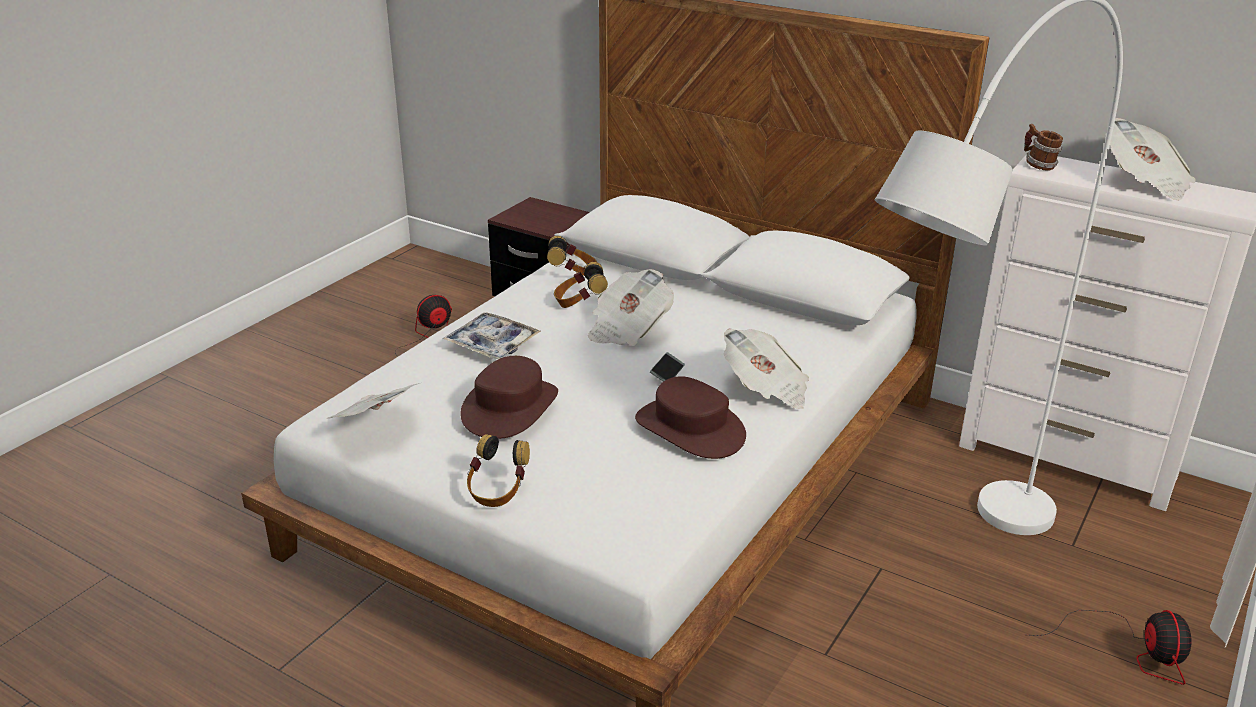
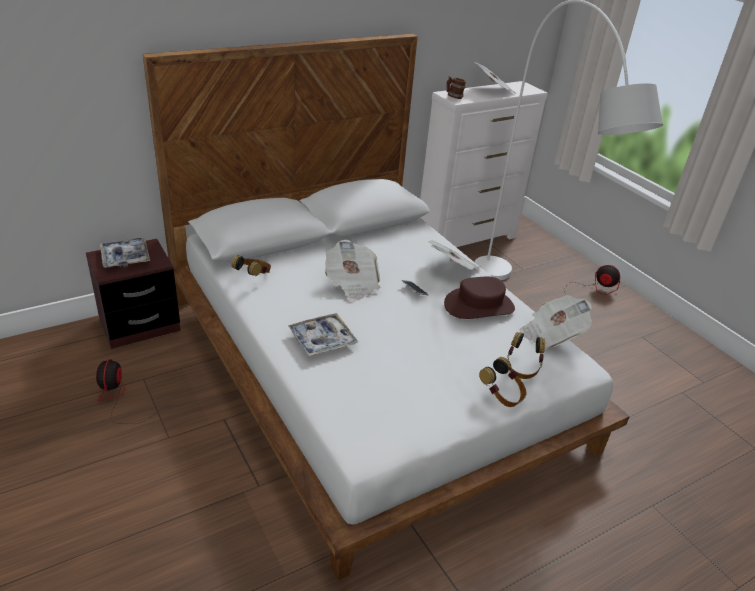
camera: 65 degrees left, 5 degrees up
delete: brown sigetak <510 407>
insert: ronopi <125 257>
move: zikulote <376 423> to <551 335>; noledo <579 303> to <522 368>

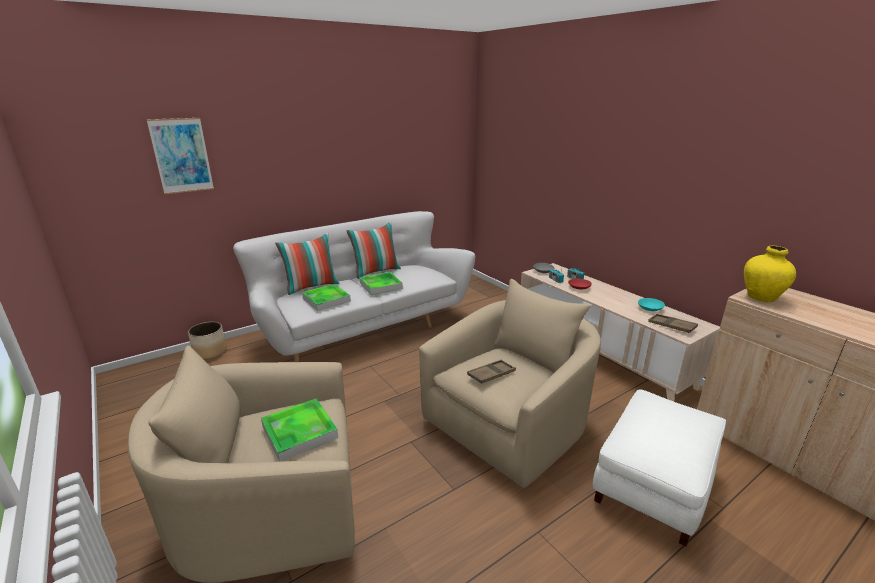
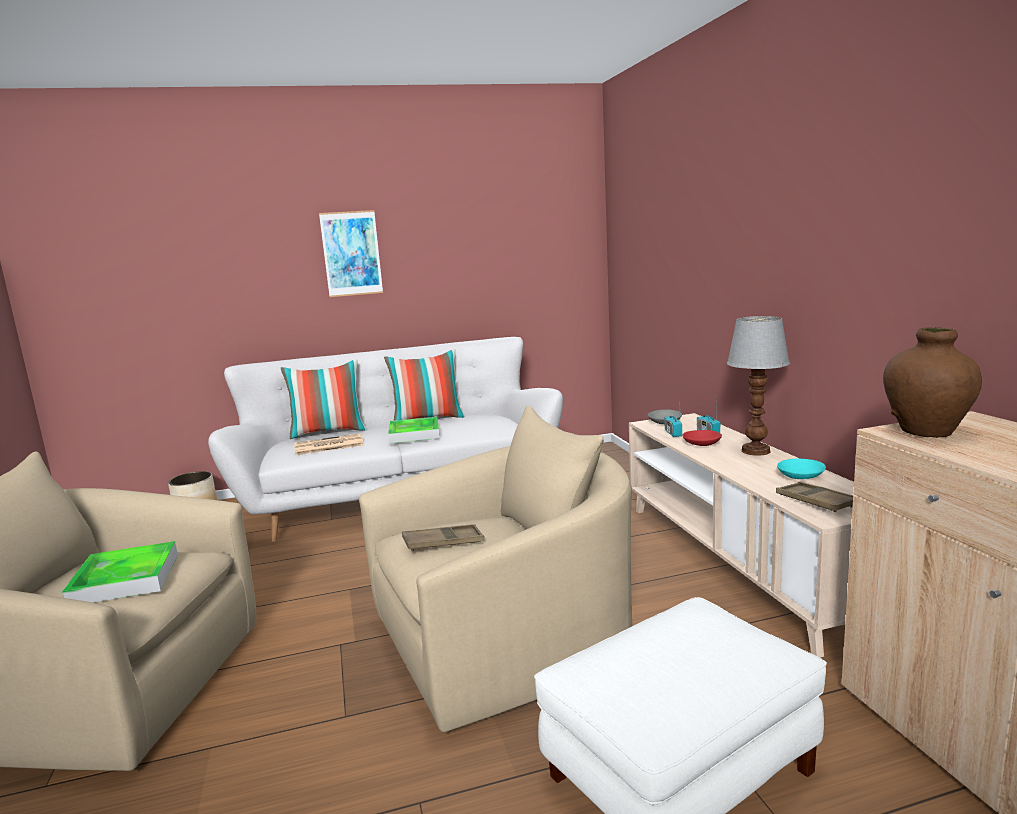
camera: 20 degrees right, 10 degrees down
insert: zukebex <755 451>
move: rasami <181 156> to <351 253>
replace: ronopi <326 300> to zikulote <328 446>
recolor: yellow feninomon <761 298> to brown feninomon <926 432>

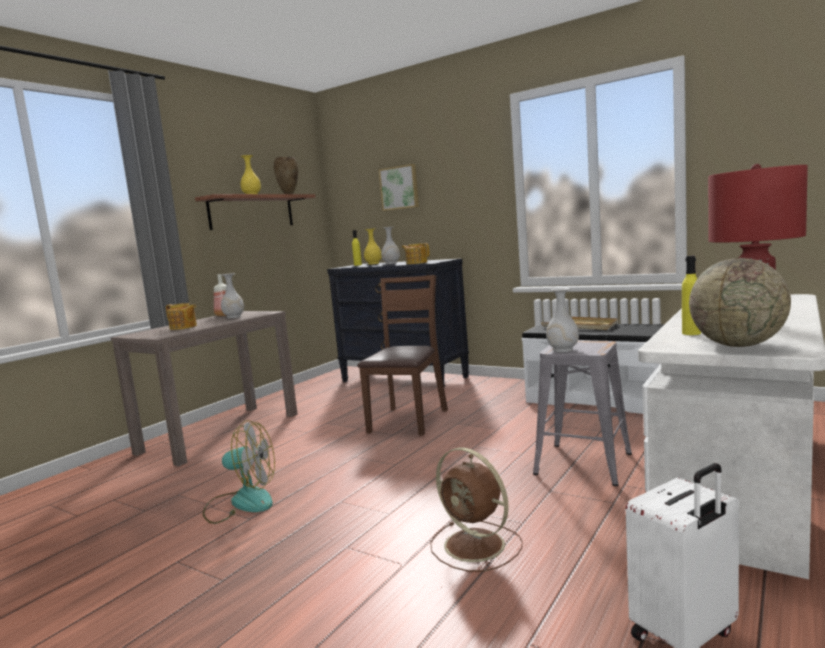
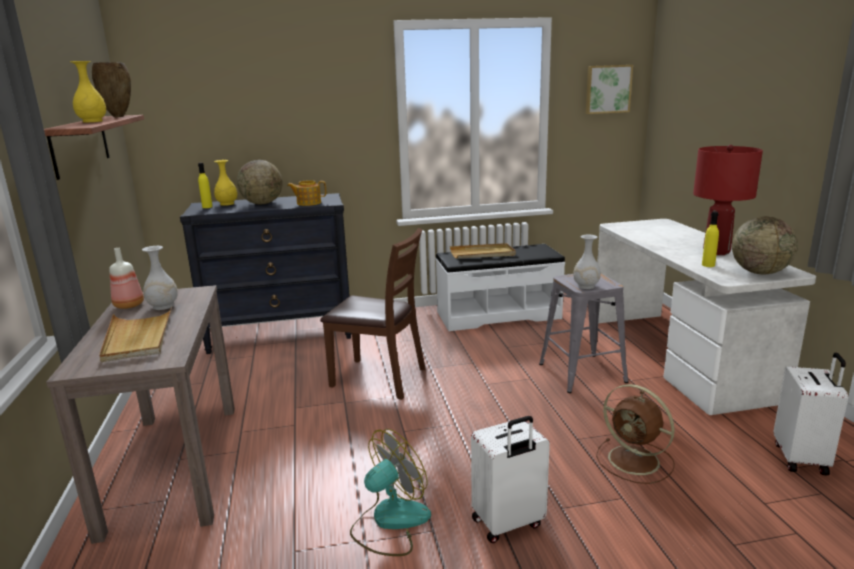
camera: 45 degrees left, 10 degrees up
insert: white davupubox <508 523>
move: rasami <399 188> to <607 89>
replace: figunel <183 327> to beige ronopi <138 337>; white feninomon <391 263> to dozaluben <262 203>
rotate: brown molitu <408 420> = <379 378> 135 degrees clockwise; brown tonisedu <476 546> = <635 461> 45 degrees clockwise

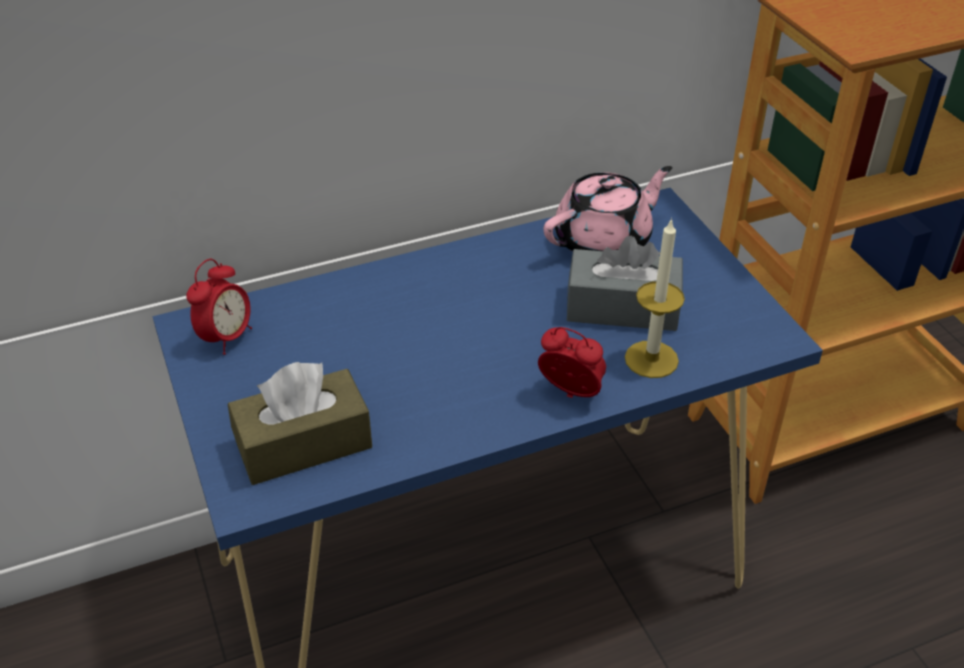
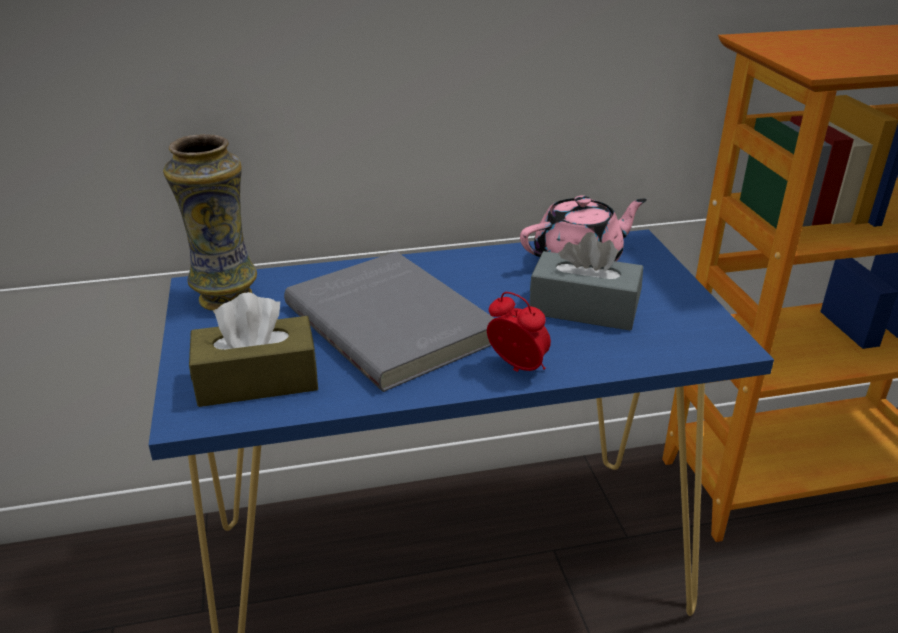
camera: 10 degrees right, 10 degrees down
delete: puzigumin <651 359>
insert: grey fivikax <393 322>
replace: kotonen <226 338> to feninomon <225 297>

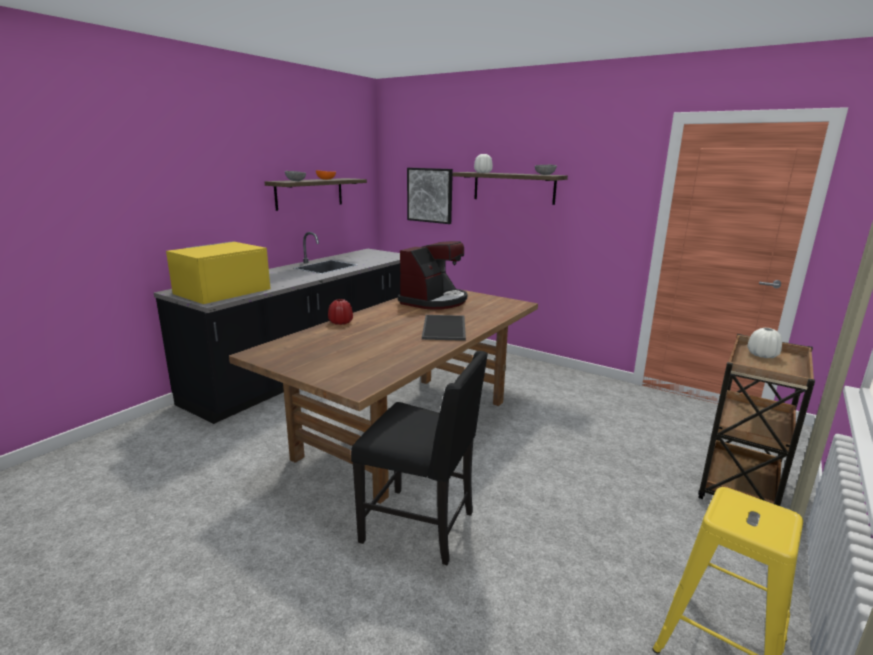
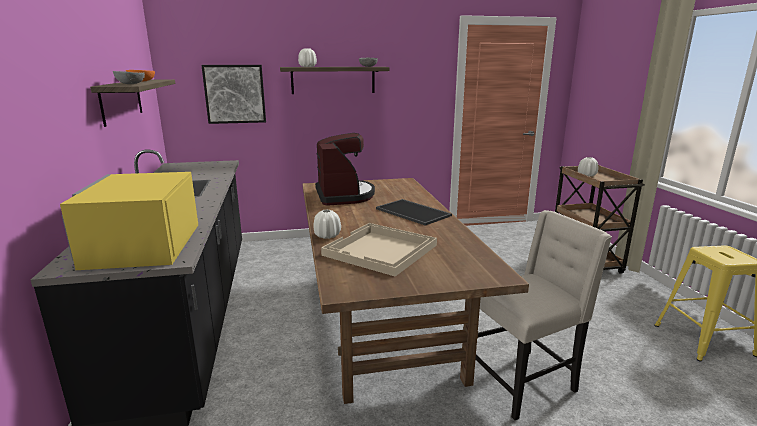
camera: 45 degrees left, 0 degrees up
insert: beige ronopi <380 250>
recolor: red feninomon <340 322> to white feninomon <327 236>; black molitu <421 526> to beige molitu <522 380>

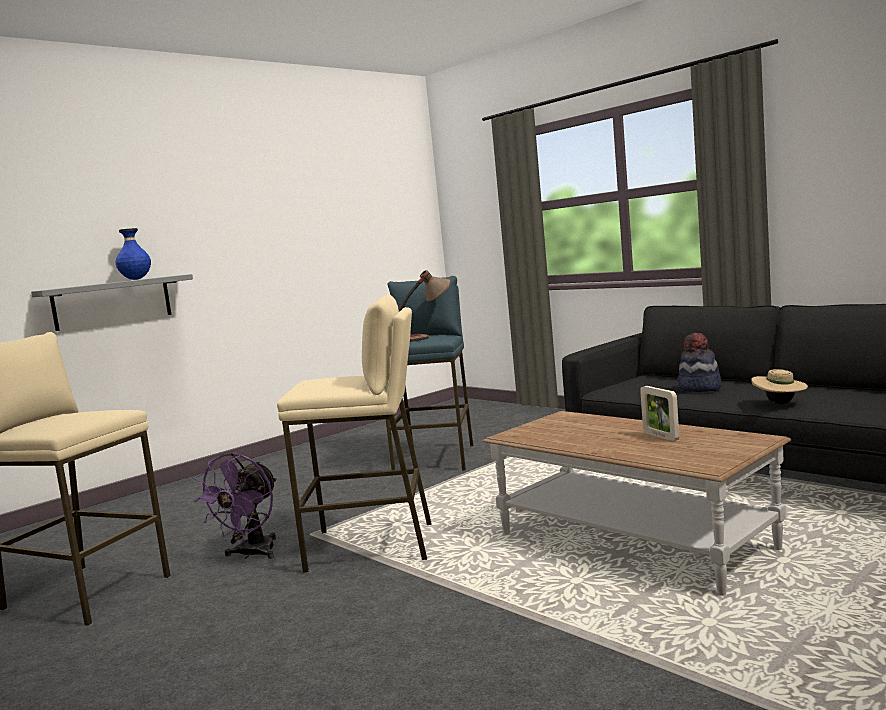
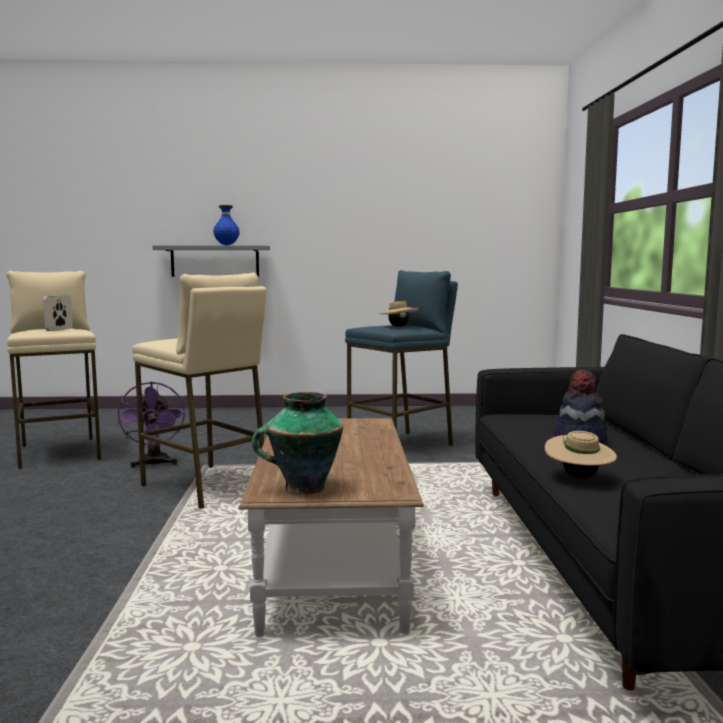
camera: 40 degrees right, 0 degrees up
insert: feninomon <303 488>
move: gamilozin <660 436> to <59 329>
replace: zukebex <427 337> to beige sigetak <399 326>
rotate: purple tonisedu <251 554> = <154 464> 75 degrees counterclockwise

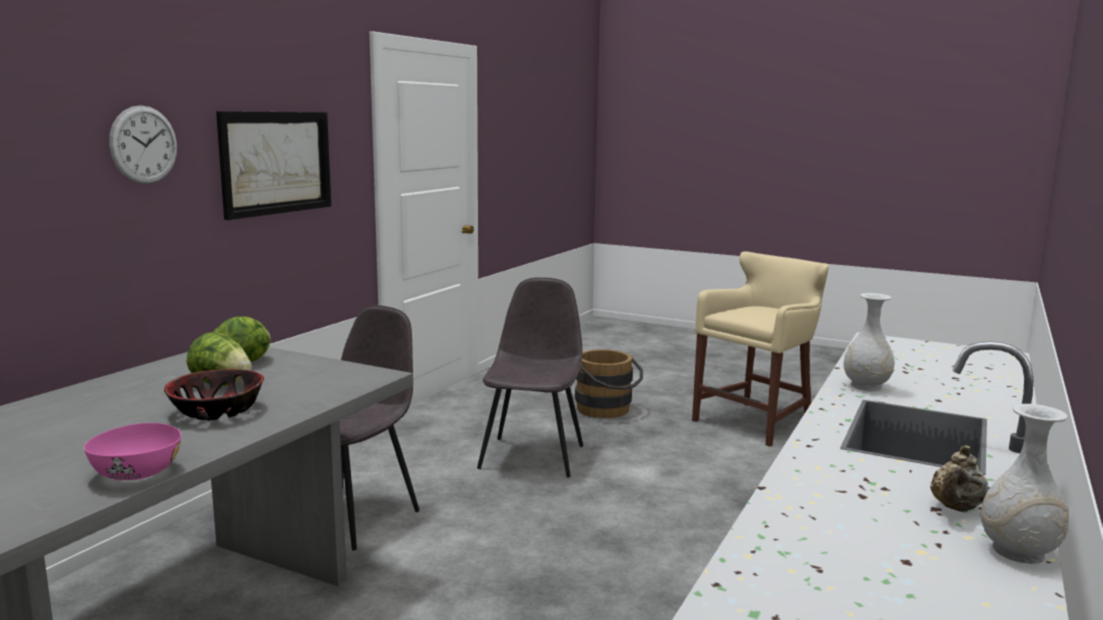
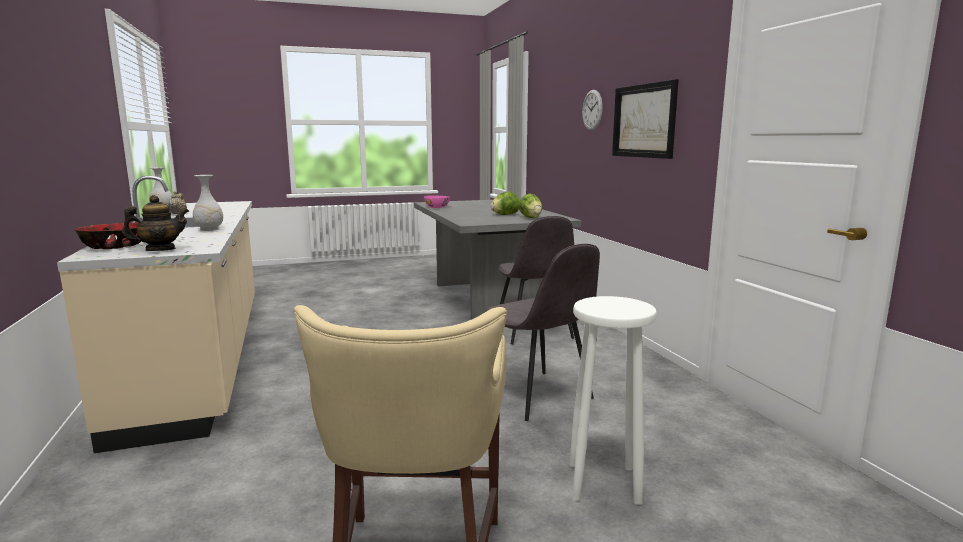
camera: 135 degrees right, 0 degrees up
insert: figunel <160 250>
move: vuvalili <217 411> to <114 246>
replace: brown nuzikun <607 410> to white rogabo <604 482>

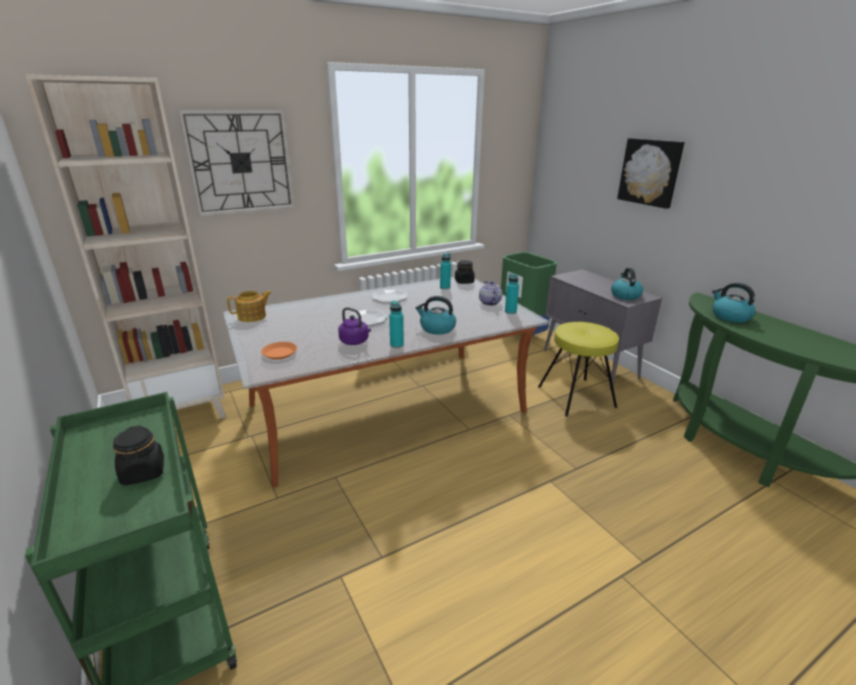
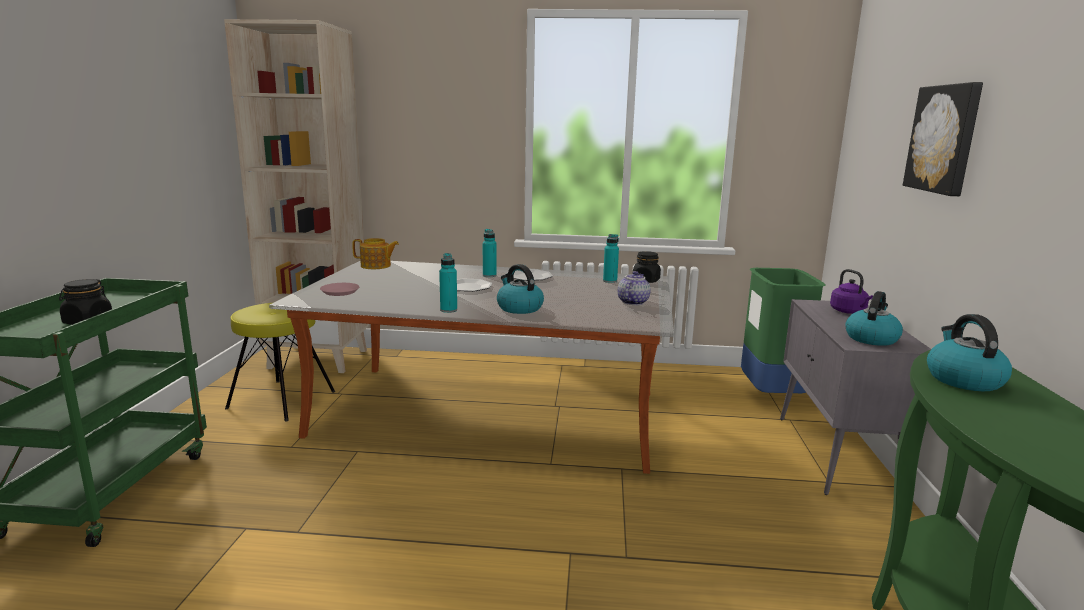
camera: 35 degrees right, 10 degrees down
delete: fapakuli <240 162>
move: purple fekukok <355 342> to <849 312>; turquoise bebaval <510 312> to <489 275>; yellow rogabo <575 396> to <281 399>
recolor: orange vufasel <279 353> to pink vufasel <340 292>

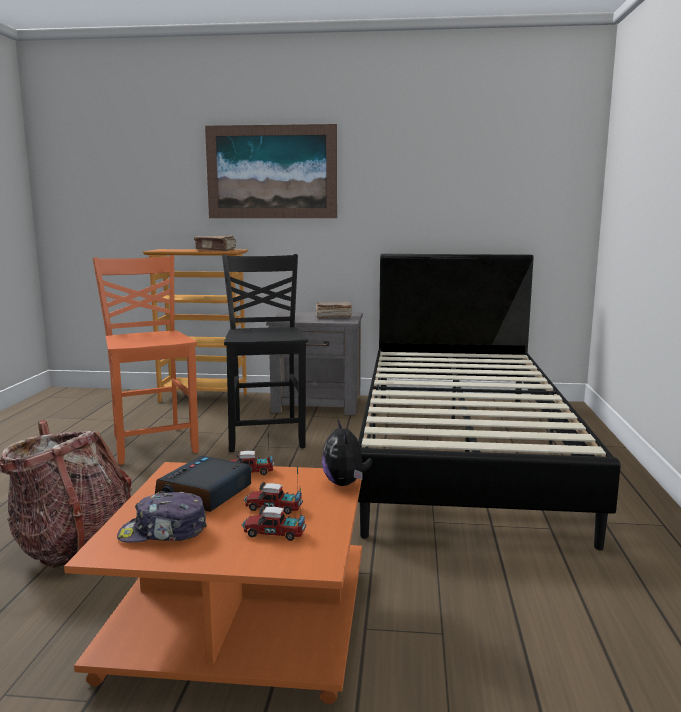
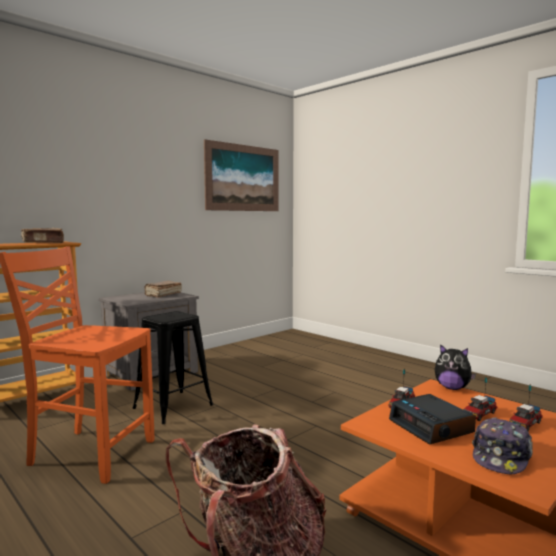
camera: 50 degrees left, 5 degrees down
delete: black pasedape <461 451>
move: rasami <271 172> to <243 178>
replace: black molitu <266 435> to black rogabo <173 406>

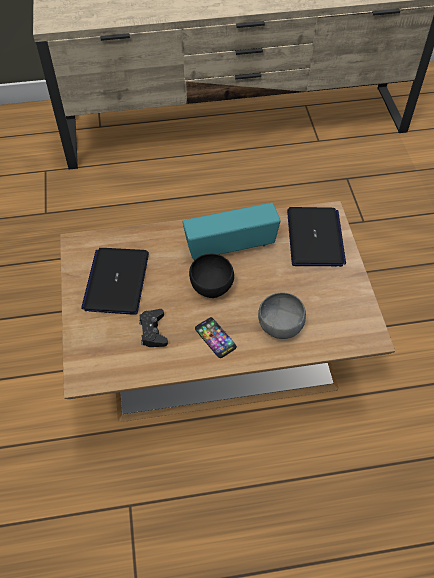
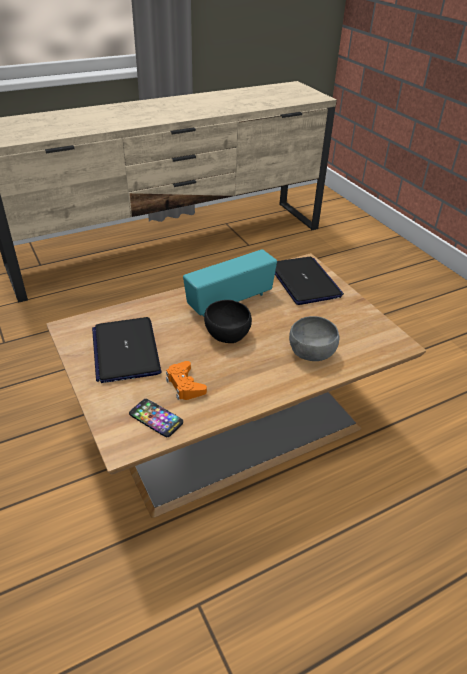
camera: 20 degrees left, 15 degrees down
move: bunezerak <215 338> to <156 418>
recolor: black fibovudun <153 331> to orange fibovudun <185 385>

